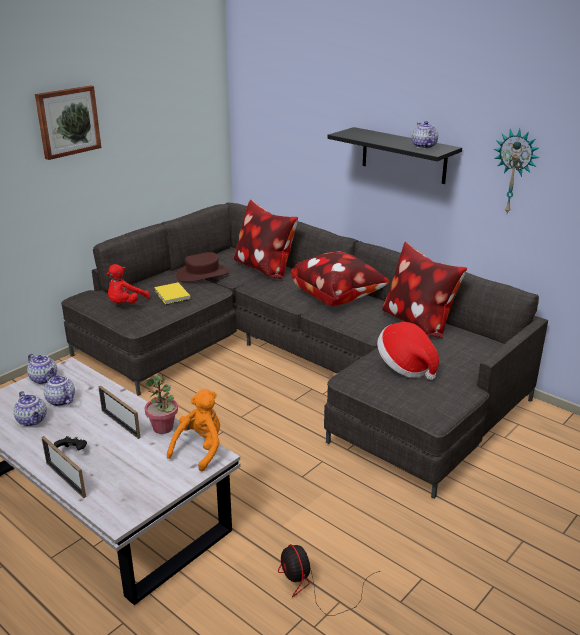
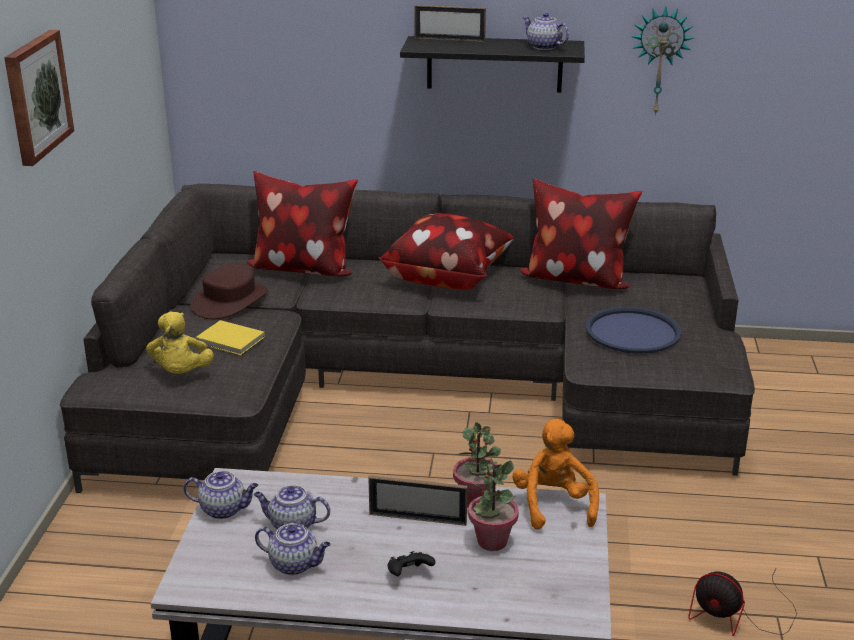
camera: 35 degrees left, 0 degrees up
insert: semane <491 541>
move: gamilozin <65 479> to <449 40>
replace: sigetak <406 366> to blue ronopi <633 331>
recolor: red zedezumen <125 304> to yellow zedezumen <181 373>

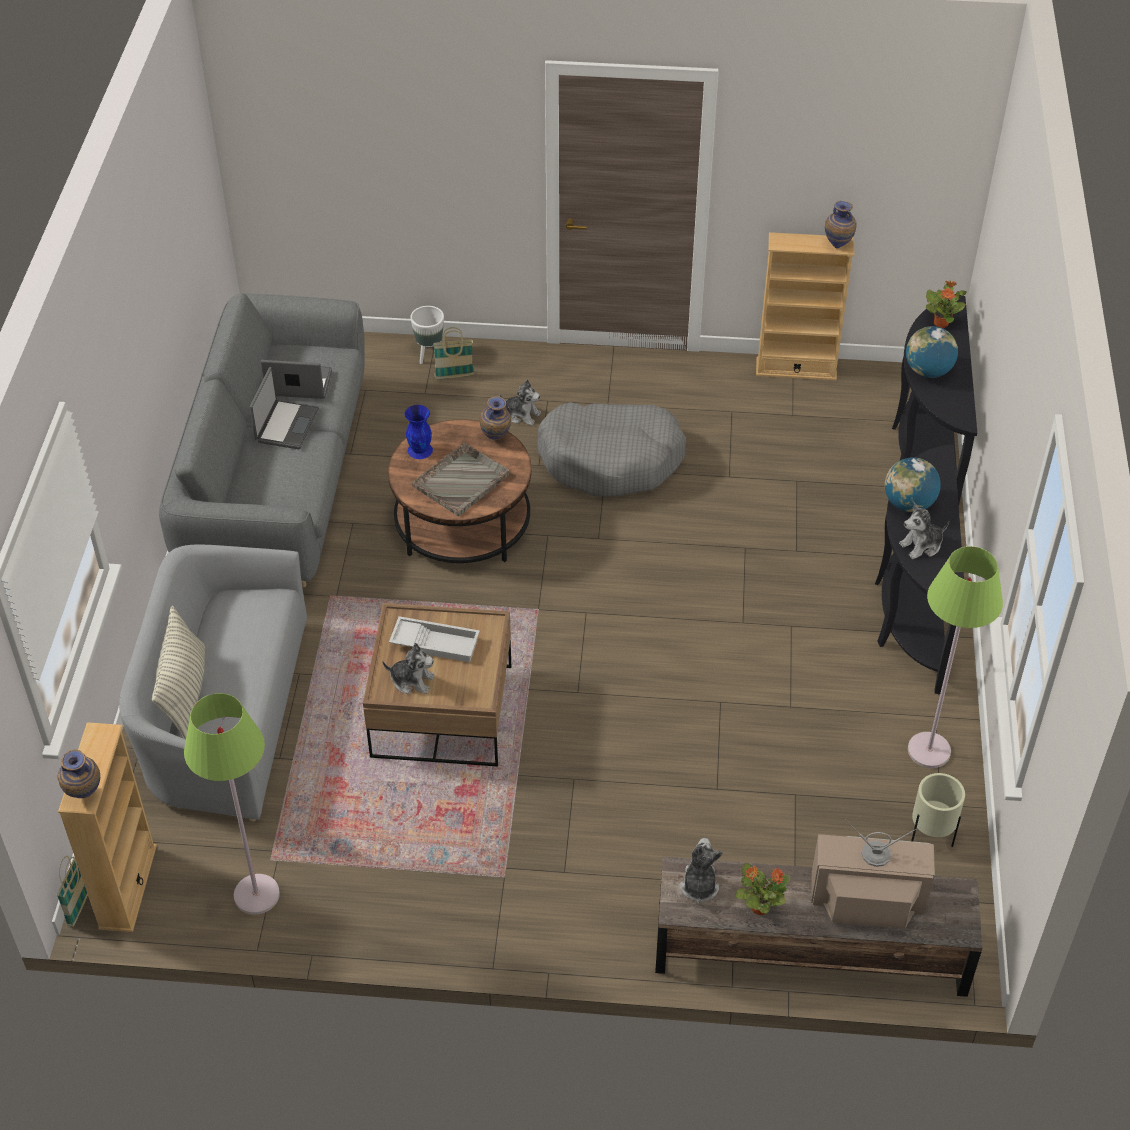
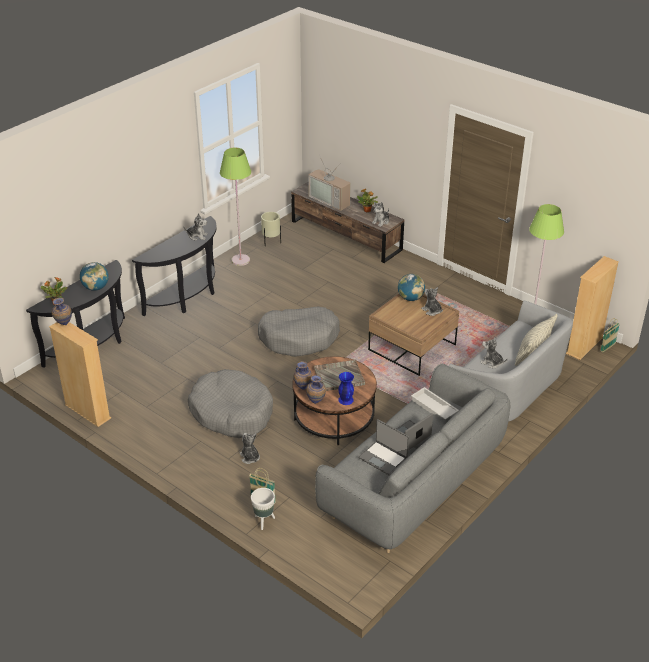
camera: 145 degrees left, 10 degrees down
insert: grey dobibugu <299 338>; zedezumen <492 362>
move: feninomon <84 795> to <316 402>; white ronopi <436 642> to <433 407>; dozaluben <908 504> to <410 298>

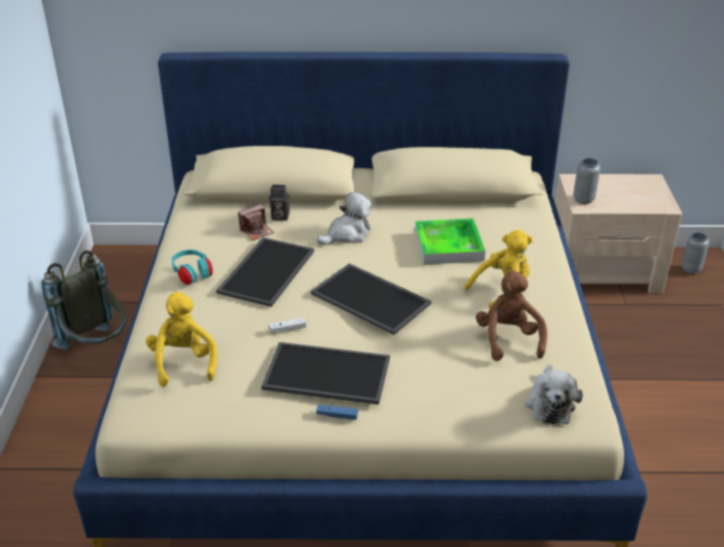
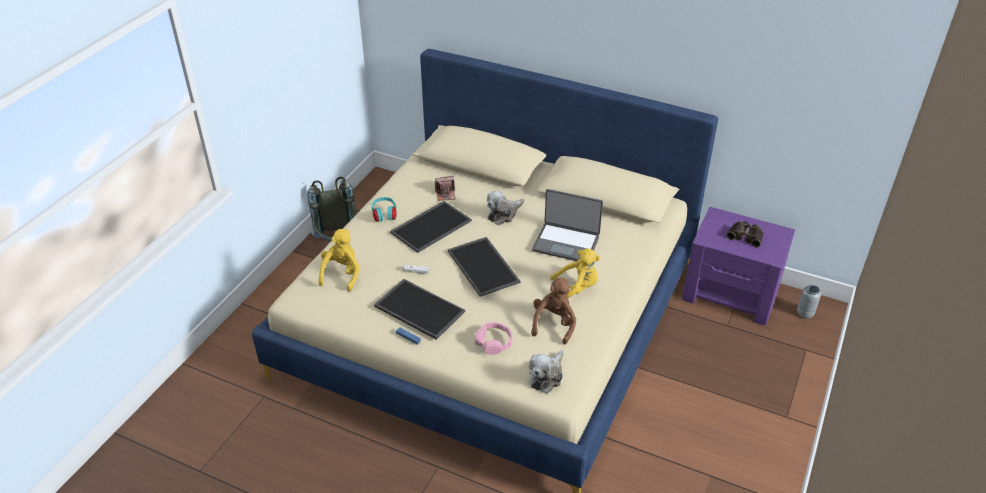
camera: 25 degrees right, 5 degrees up
delete: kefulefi <279 216>; grey feninomon <583 200>
insert: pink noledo <493 342>; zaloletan <746 236>
replace: ronopi <448 245> to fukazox <566 243>
recolor: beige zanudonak <604 270> to purple zanudonak <731 293>
rotate: zedezumen <347 234> = <503 214> 150 degrees clockwise

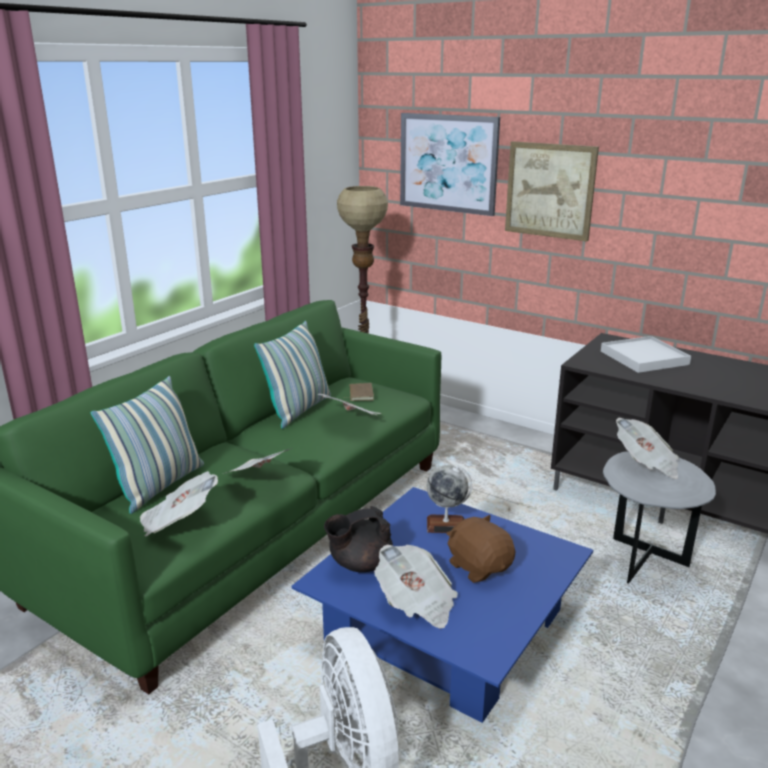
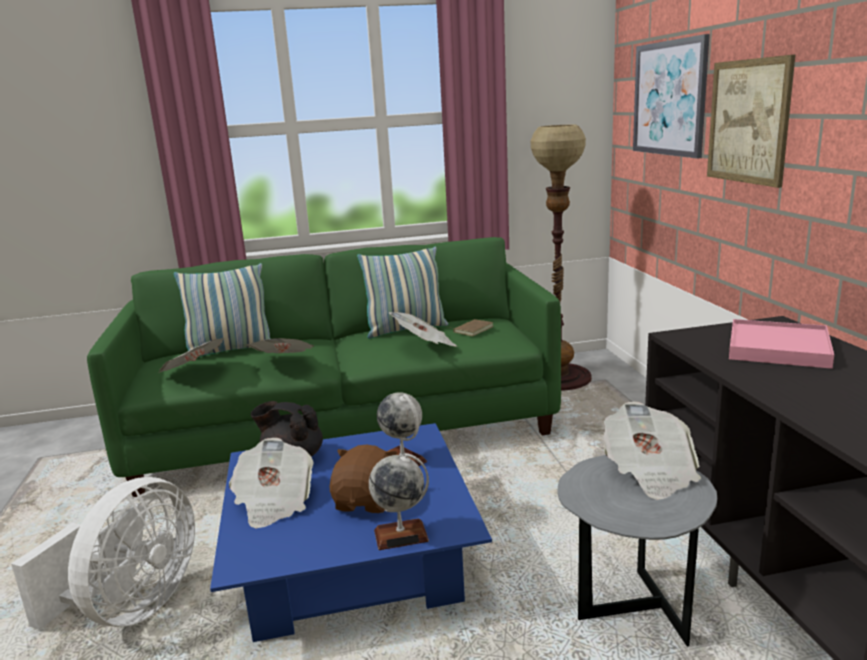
camera: 45 degrees right, 5 degrees down
insert: dozaluben <401 535>
recolor: white ronopi <644 358> to pink ronopi <777 348>

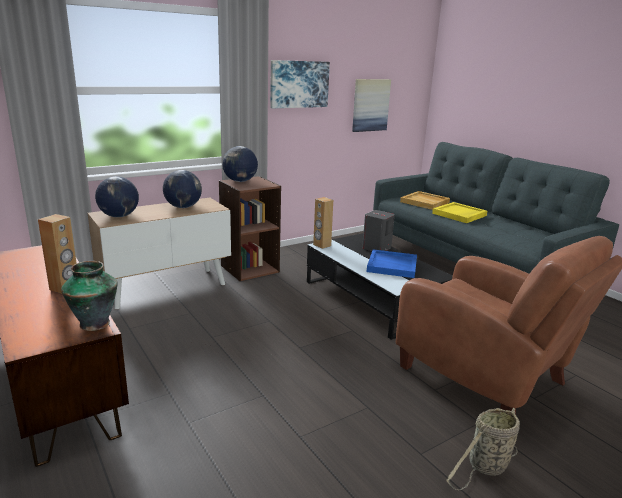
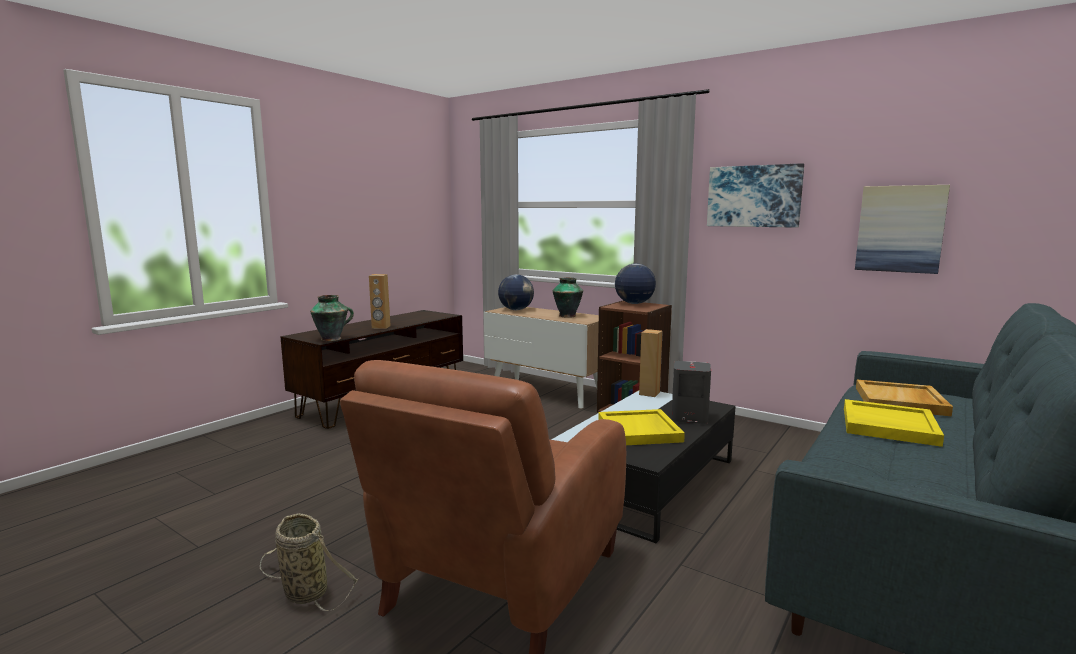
camera: 70 degrees right, 10 degrees down
replace: dozaluben <183 207> to feninomon <567 316>
recolor: blue ronopi <392 265> to yellow ronopi <640 431>

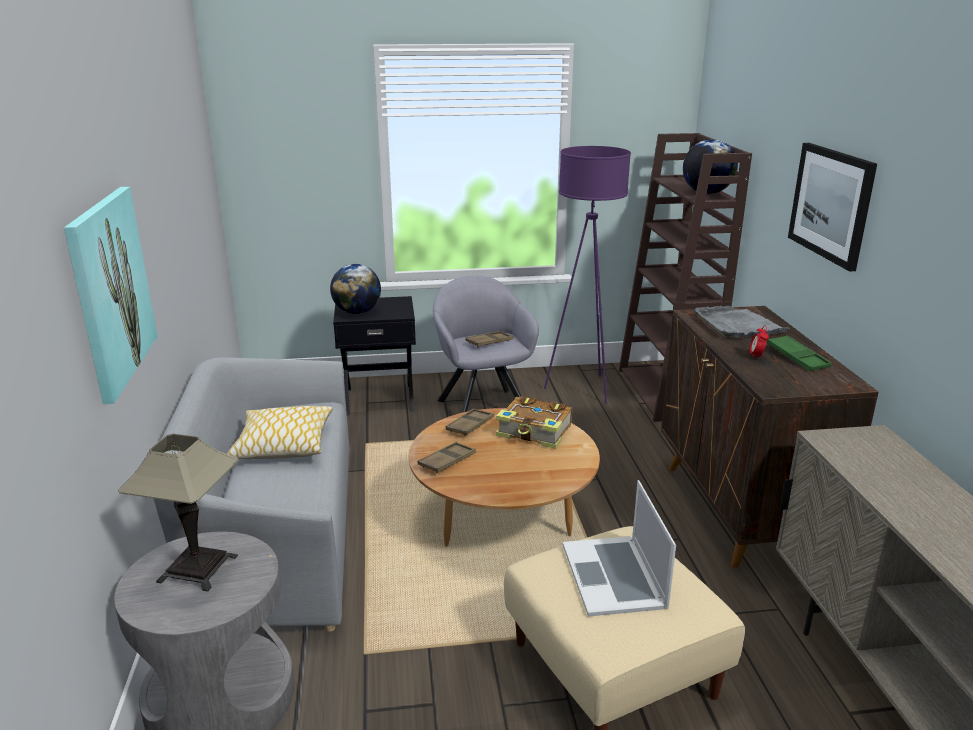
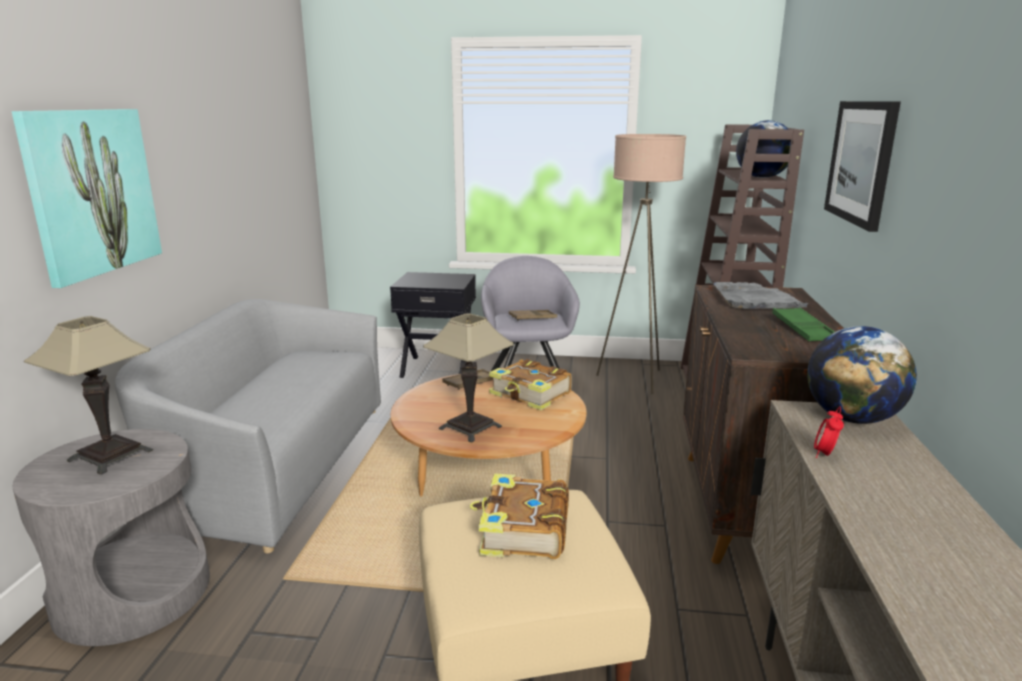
camera: 15 degrees right, 5 degrees down
delete: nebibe <283 444>; brown ronopi <447 461>
insert: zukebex <470 427>
move: dozaluben <357 312> to <852 418>; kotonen <756 357> to <824 454>
replace: fukazox <614 575> to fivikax <522 531>
recolor: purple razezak <583 389> to beige razezak <635 379>

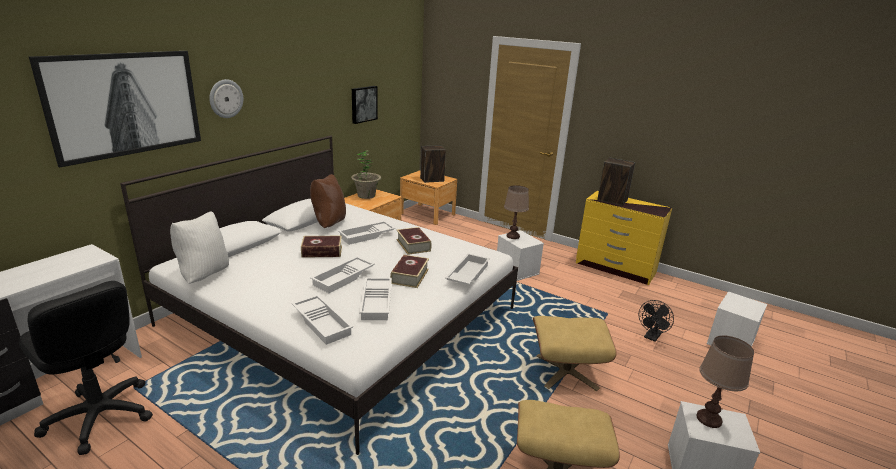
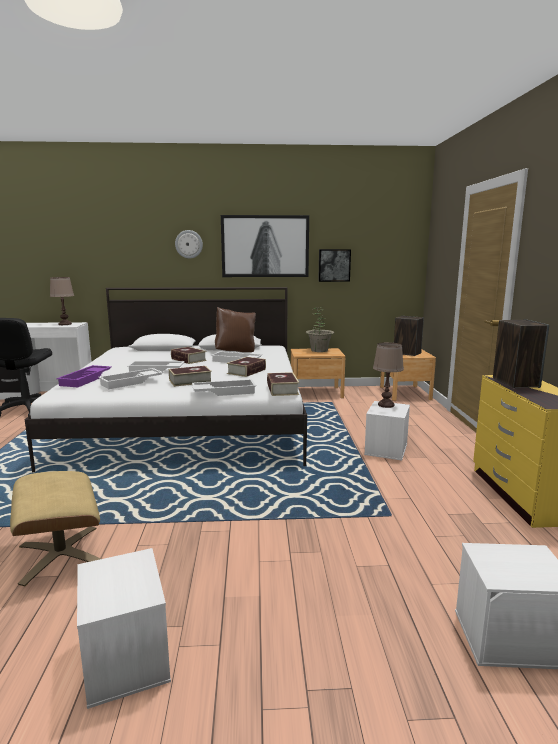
camera: 55 degrees right, 10 degrees down
delete: white nebibe <204 275>; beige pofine <566 371>; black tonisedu <651 337>
insert: fivikax <282 389>
move: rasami <126 104> to <265 246>; brown zukebex <708 419> to <65 324>
recolor: white ronopi <323 323> to purple ronopi <86 379>

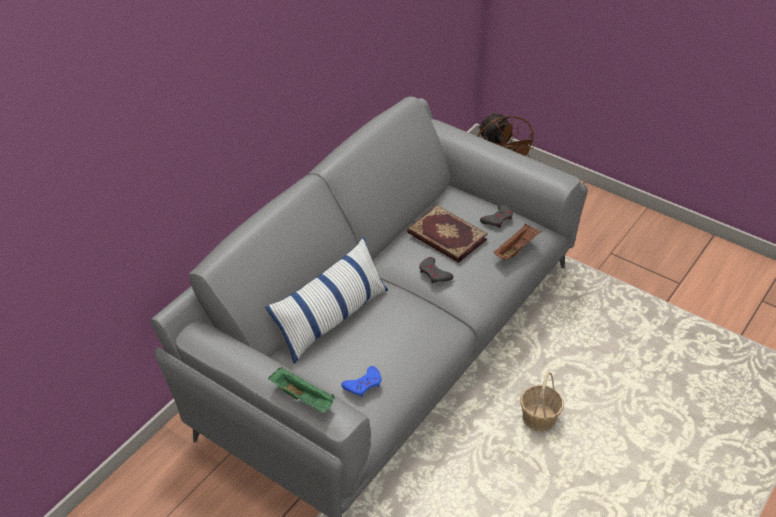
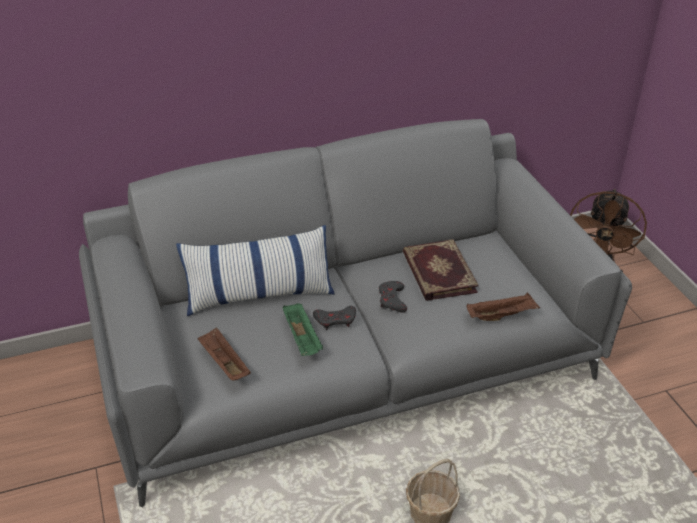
camera: 35 degrees right, 5 degrees down
move: green ronopi <303 398> to <302 339>; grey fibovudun <497 219> to <335 320>
replace: blue fibovudun <363 384> to brown ronopi <224 363>

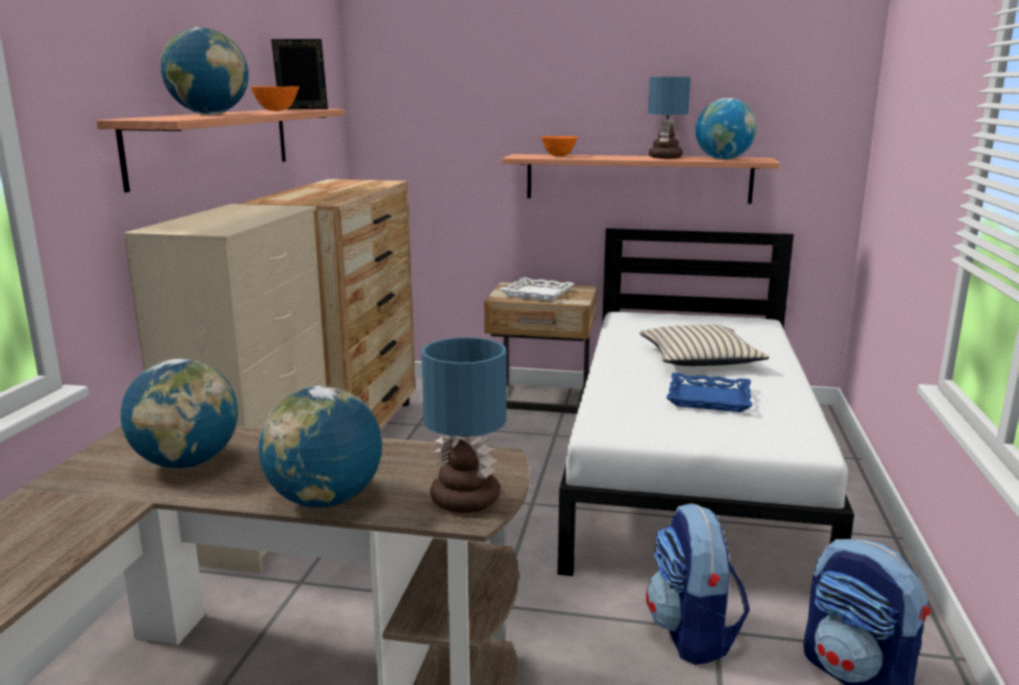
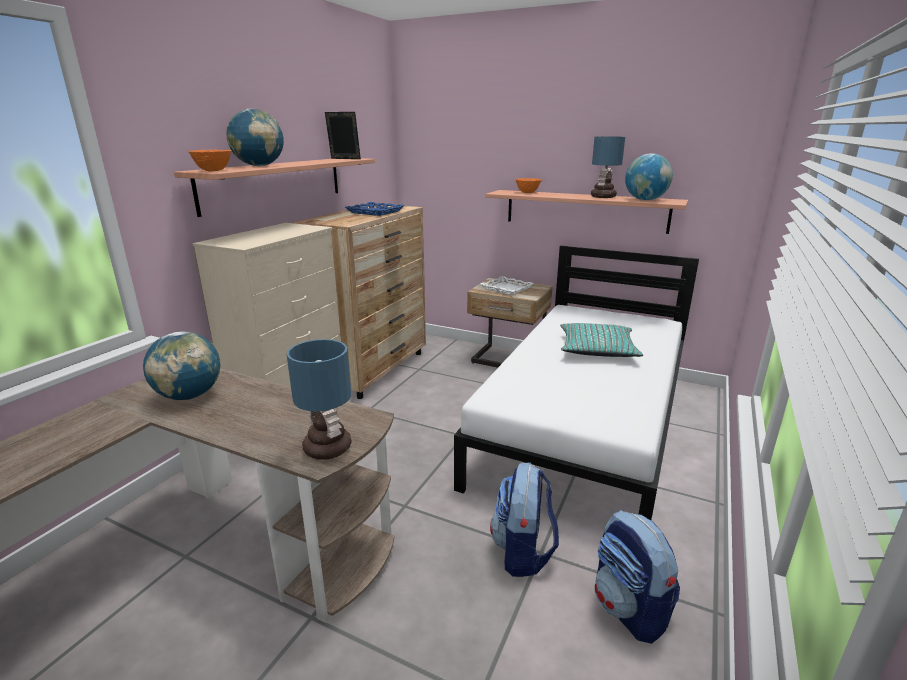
camera: 15 degrees right, 5 degrees up
delete: dozaluben <325 501>
move: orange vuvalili <277 110> to <213 171>; blue ronopi <709 398> to <375 212>
recolor: beige nebibe <699 358> to turquoise nebibe <597 349>

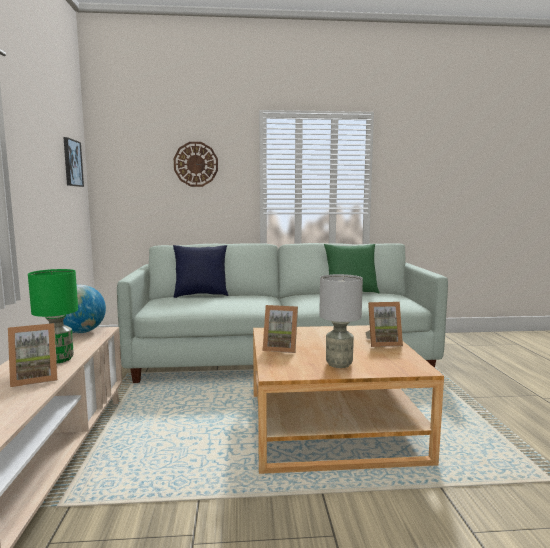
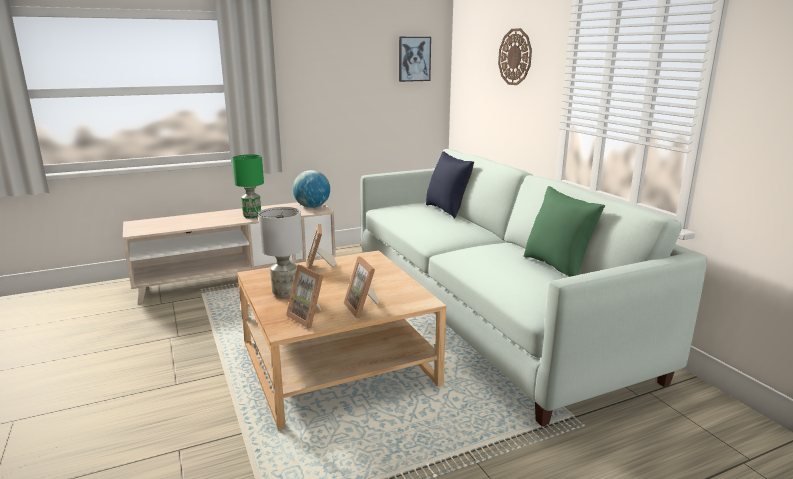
camera: 70 degrees right, 10 degrees up
move: gamilozin <35 378> to <309 317>

